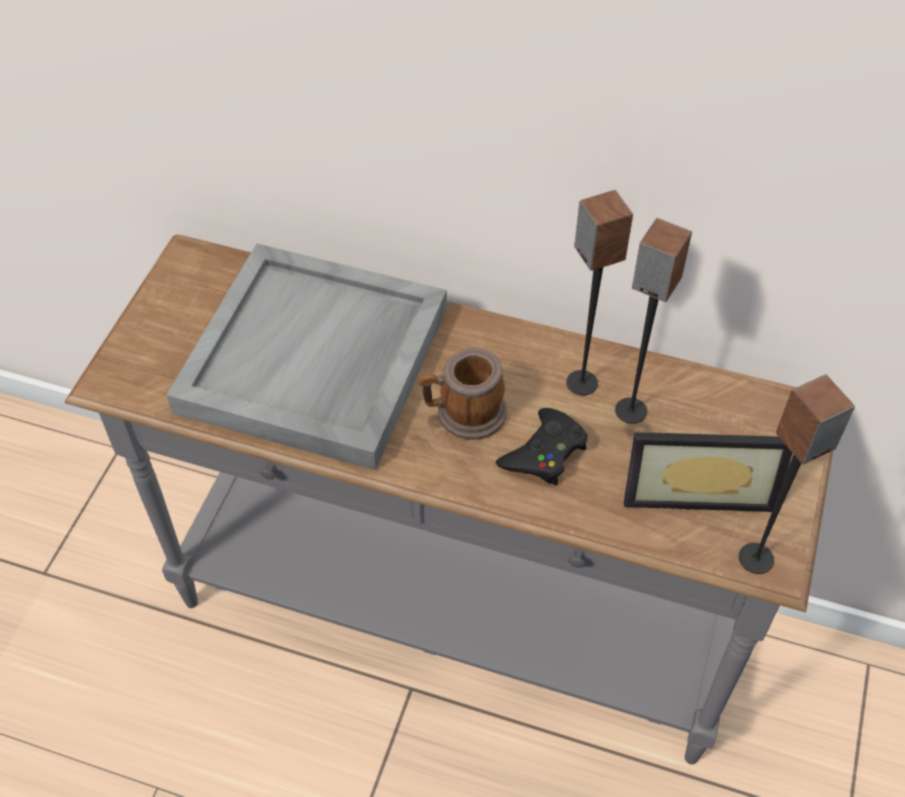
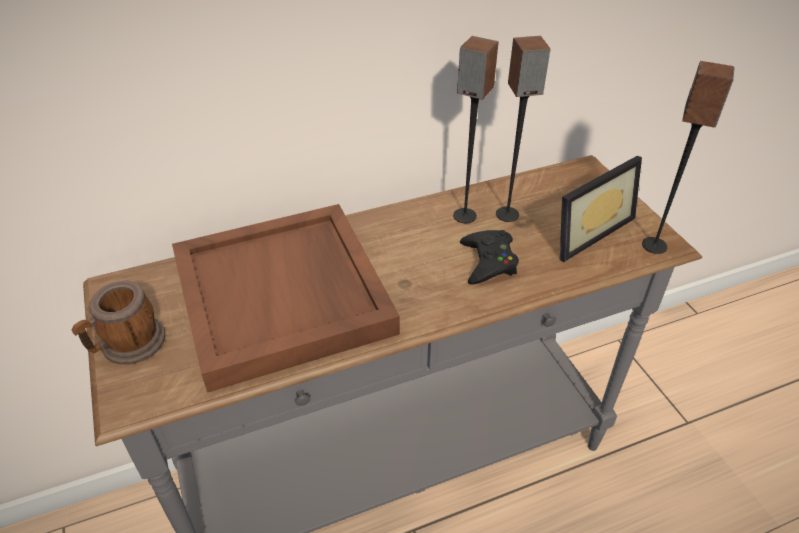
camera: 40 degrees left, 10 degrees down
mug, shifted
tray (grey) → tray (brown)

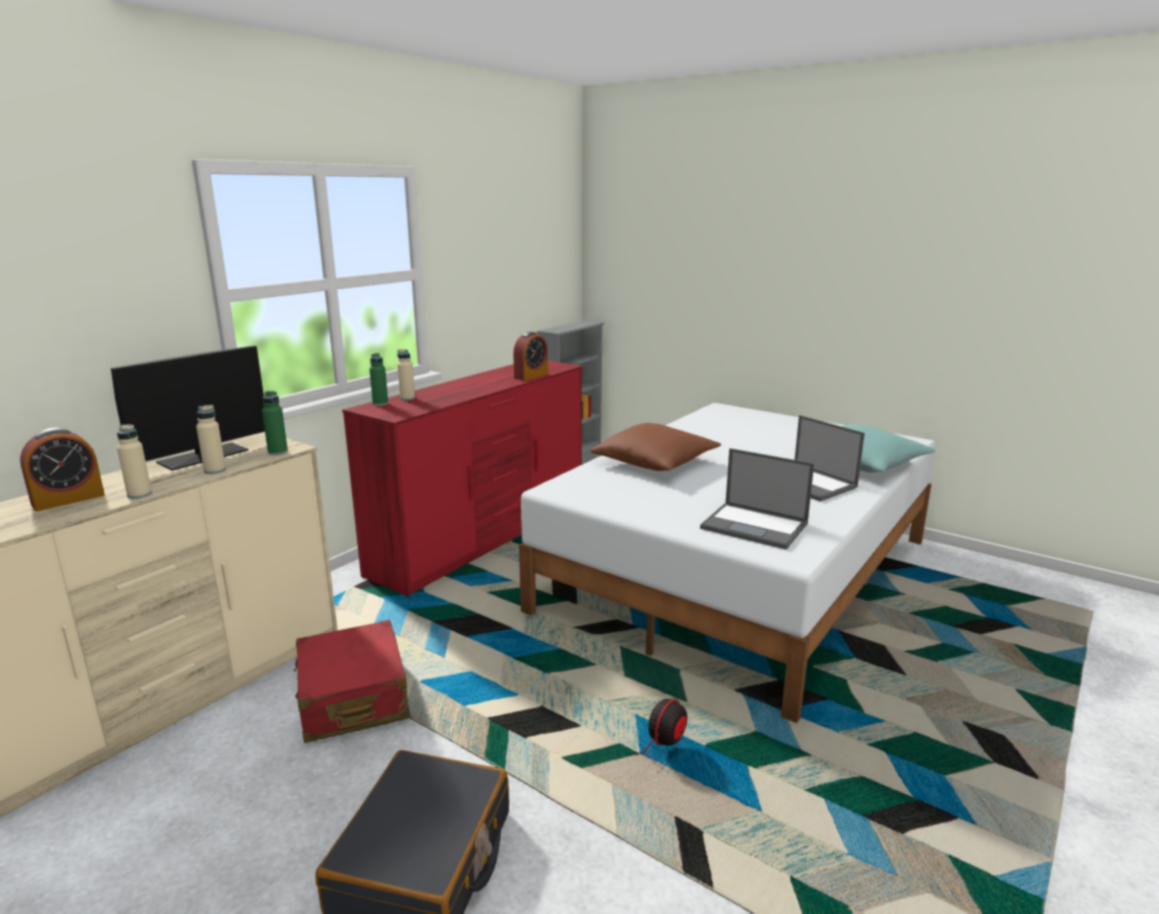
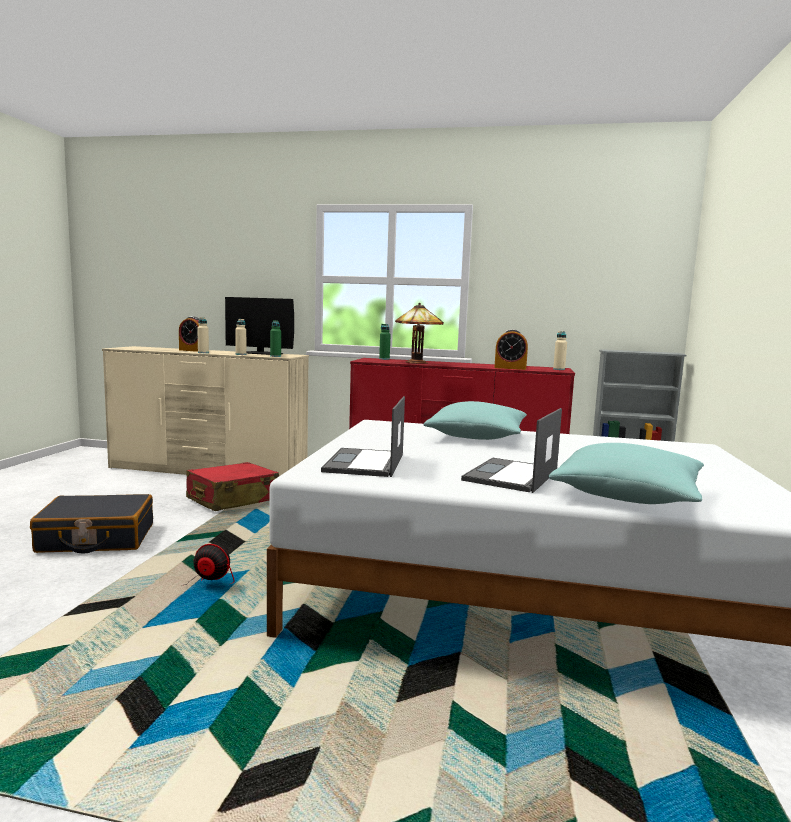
camera: 65 degrees right, 10 degrees down
- → table lamp
pillow (brown) → pillow (turquoise) (no. 1 from left)
bottle (beige) (no. 3 from left), shifted

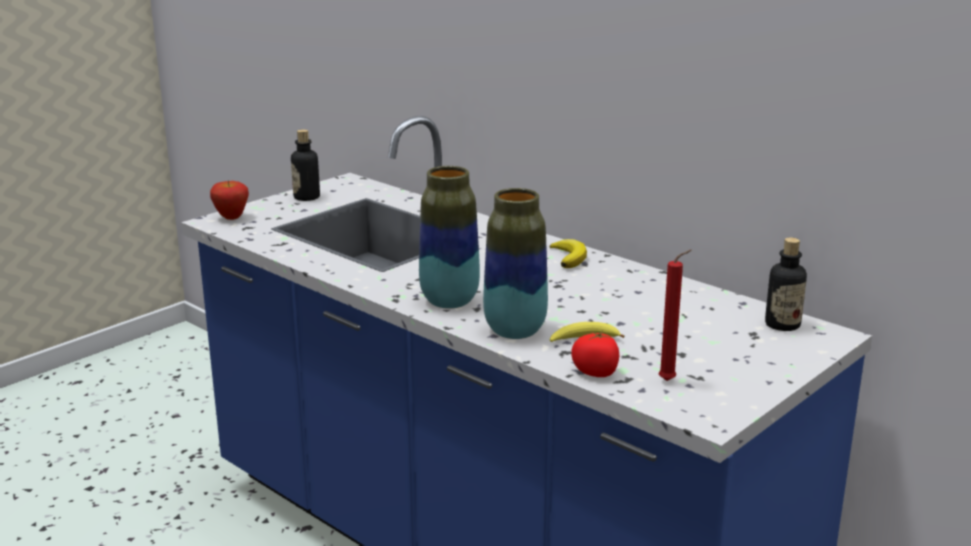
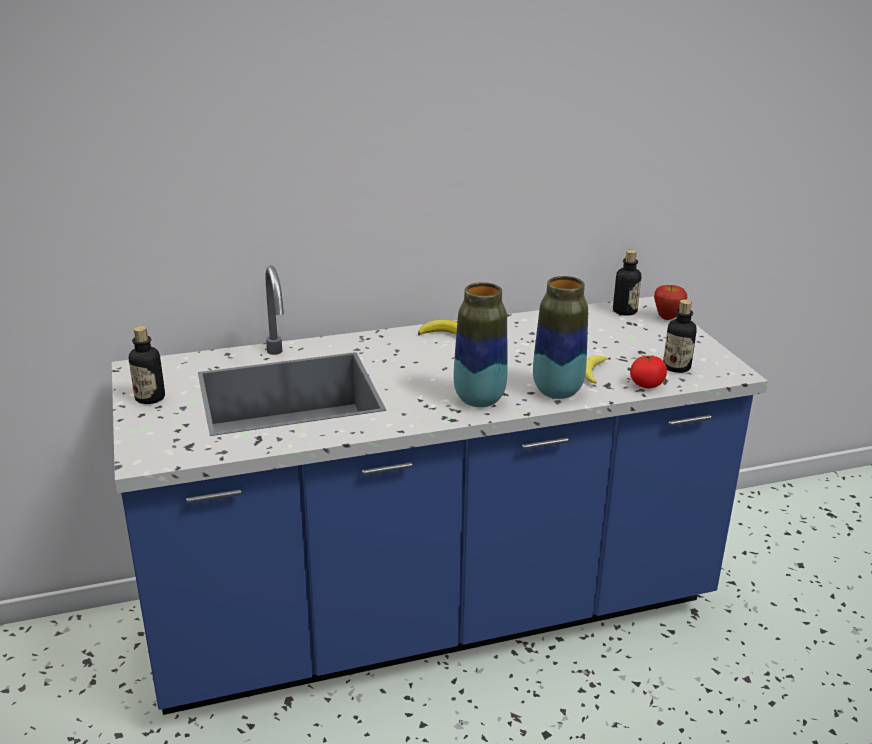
camera: 60 degrees left, 5 degrees up
apple, shifted
candle (red) → bottle (no. 3 from left)

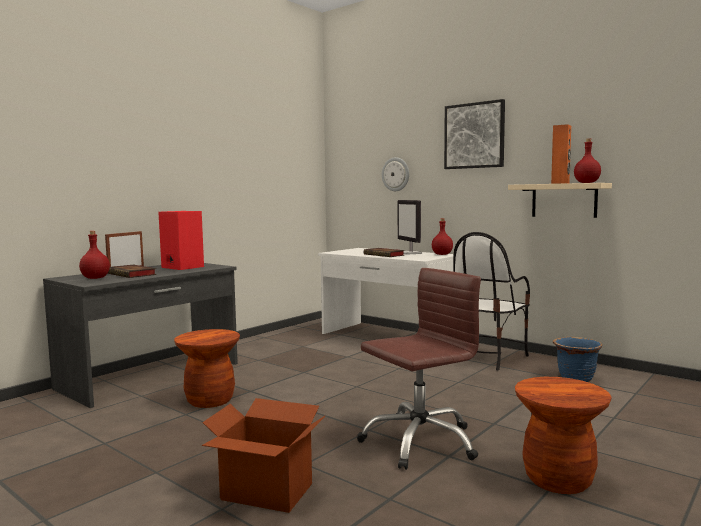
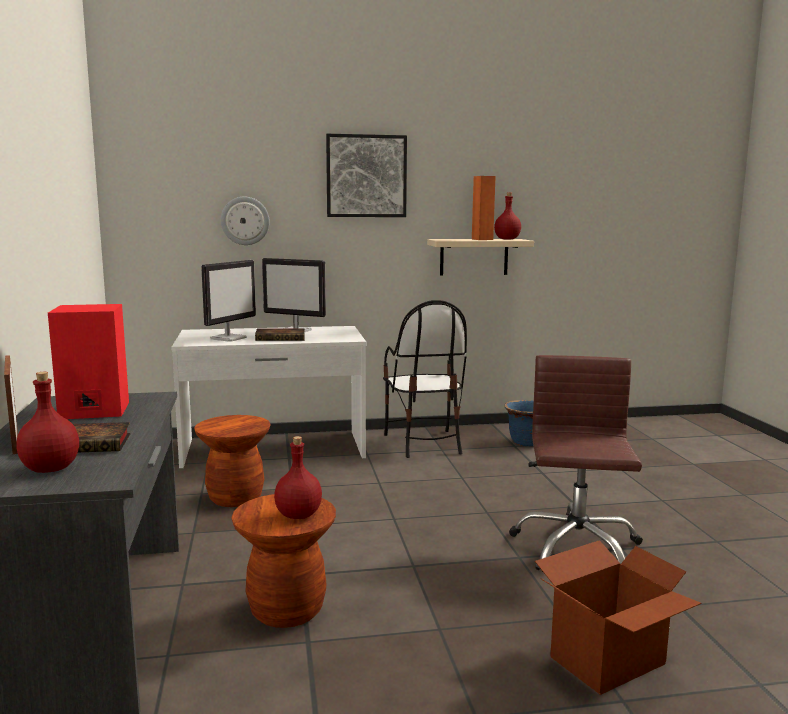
camera: 50 degrees left, 5 degrees up
stool (brown) (no. 2 from left in the first image) → stool (brown) (no. 1 from left), shifted
- → monitor (no. 1 from left)
bottle (red) (no. 2 from left), shifted

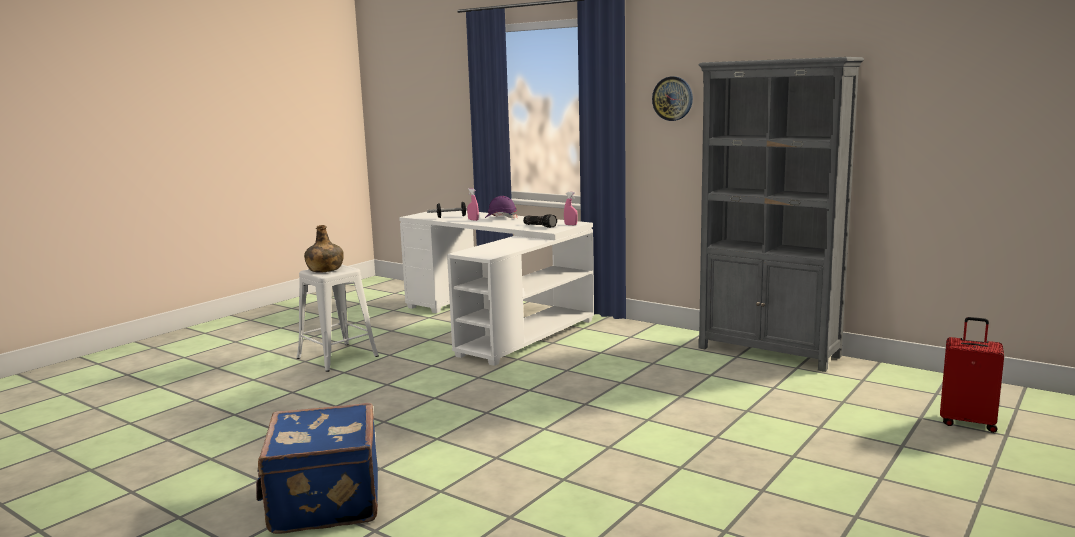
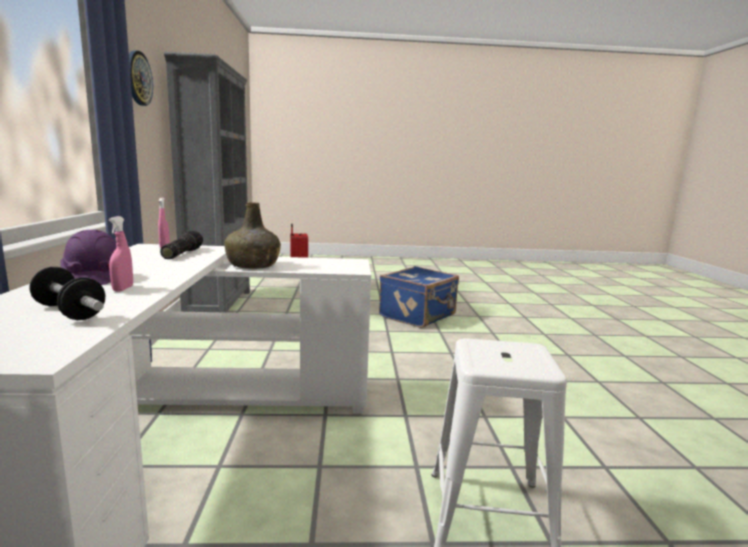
camera: 130 degrees left, 0 degrees up
bottle (green), shifted
suitcase (blue), shifted

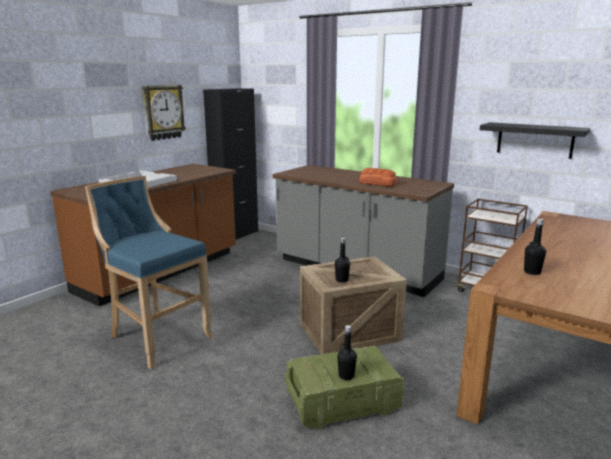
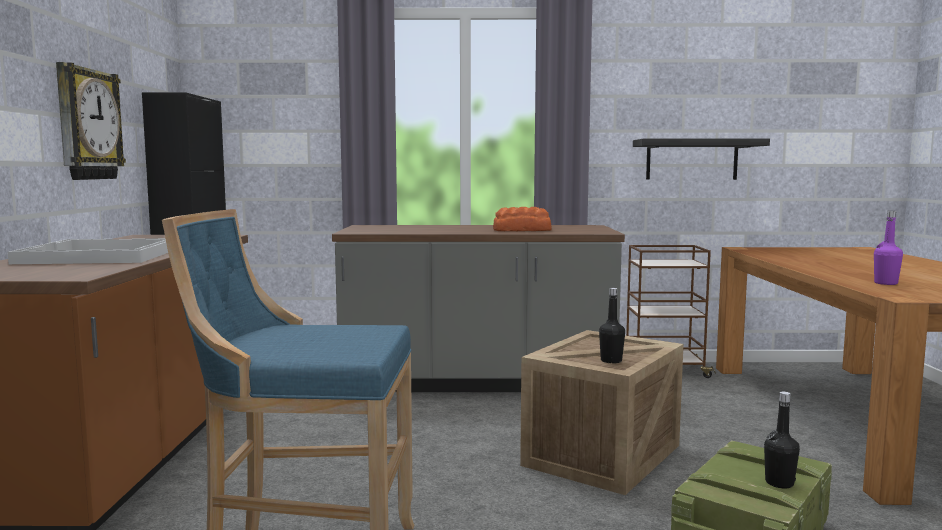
camera: 35 degrees left, 10 degrees down
bottle (black) (no. 3 from left) → bottle (purple)

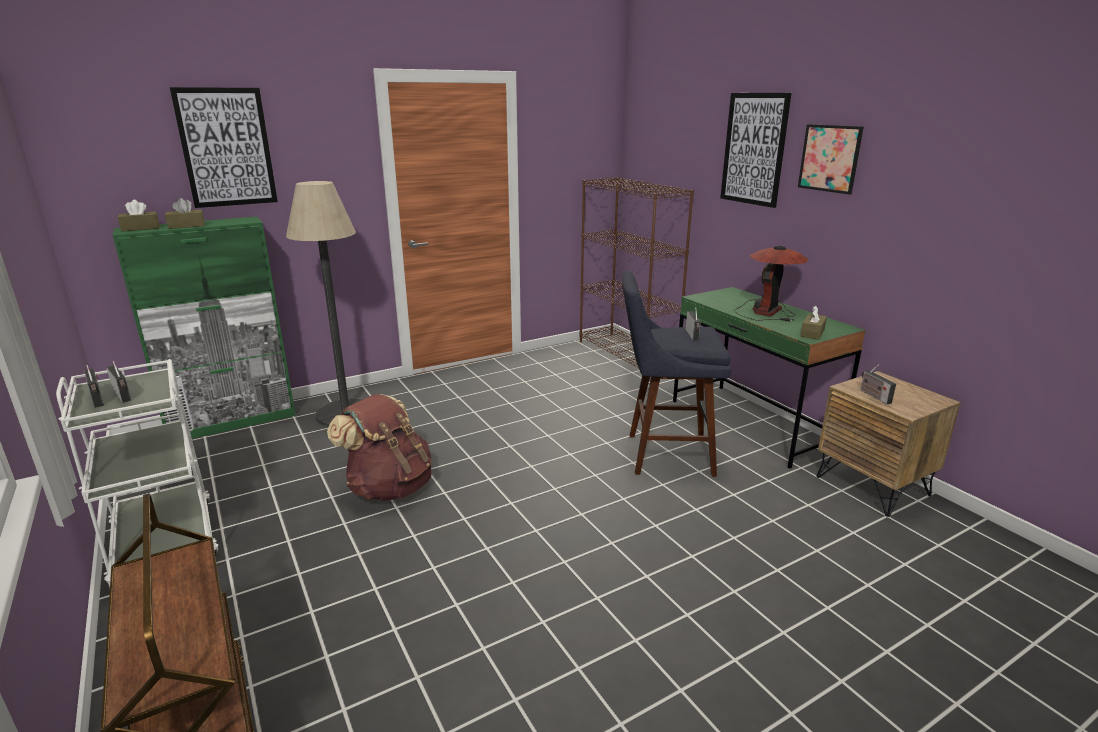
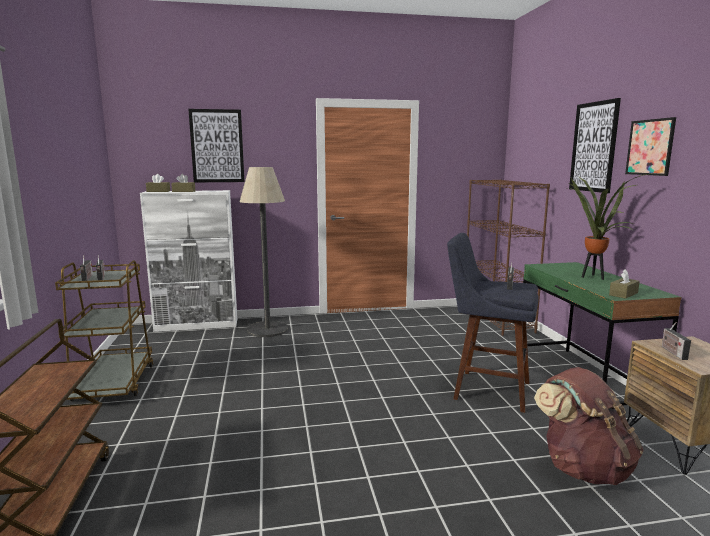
camera: 20 degrees right, 10 degrees down
cart (white) → cart (brown) (no. 2 from left)
cabinet (green) → cabinet (white)
backpack (brown), shifted
table lamp → potted plant

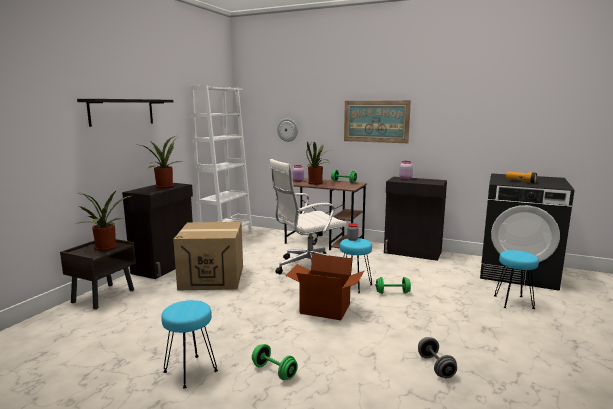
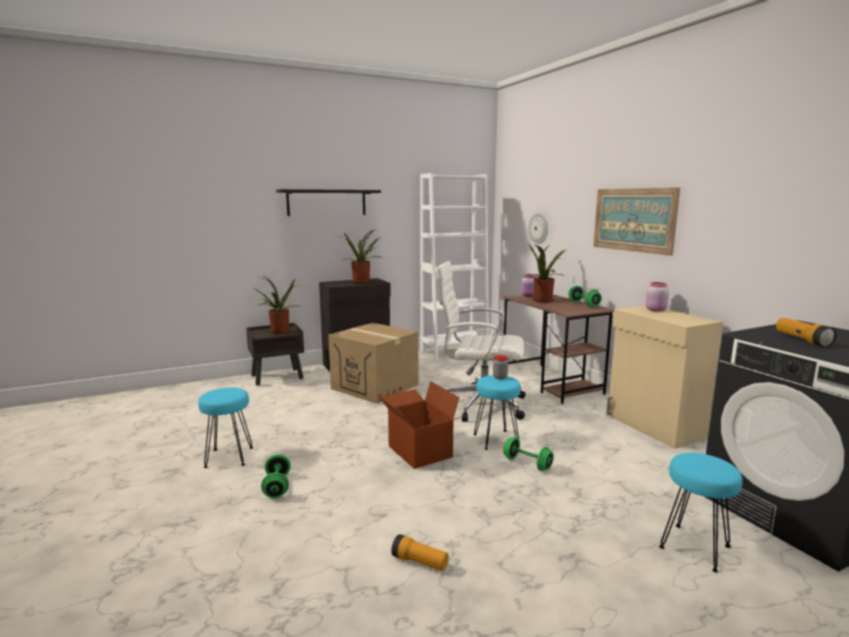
camera: 40 degrees right, 0 degrees up
dumbbell (grey) → flashlight (no. 1 from left)
cabinet (black) (no. 2 from left) → cabinet (beige)

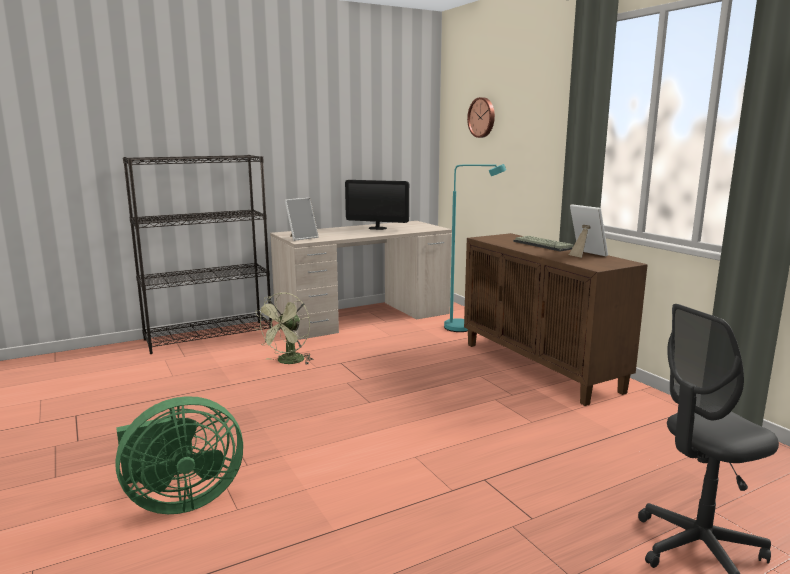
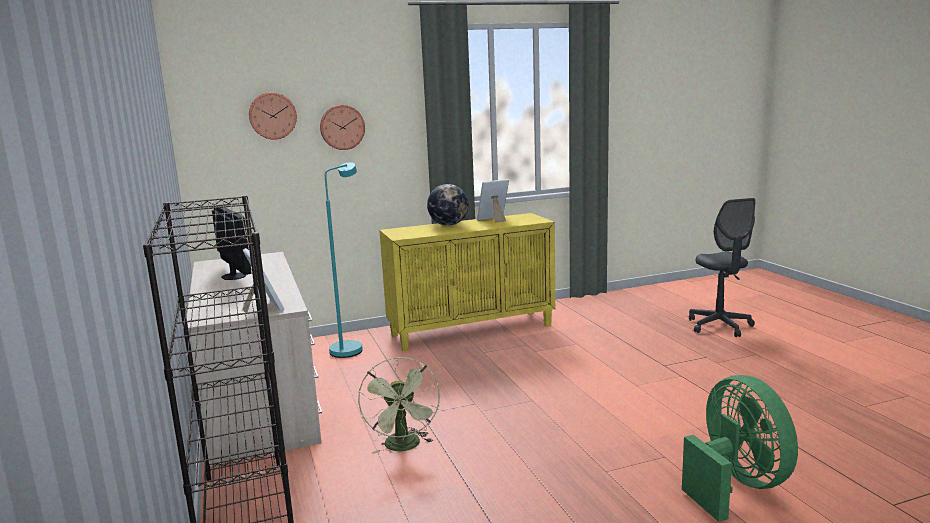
camera: 80 degrees left, 0 degrees up
monitor, 60 degrees counterclockwise
- → wall clock (no. 2 from left)
fan (green) (no. 2 from left in the first image) → fan (green) (no. 1 from left), 45 degrees clockwise
cabinet (brown) → cabinet (yellow)
keyboard → globe

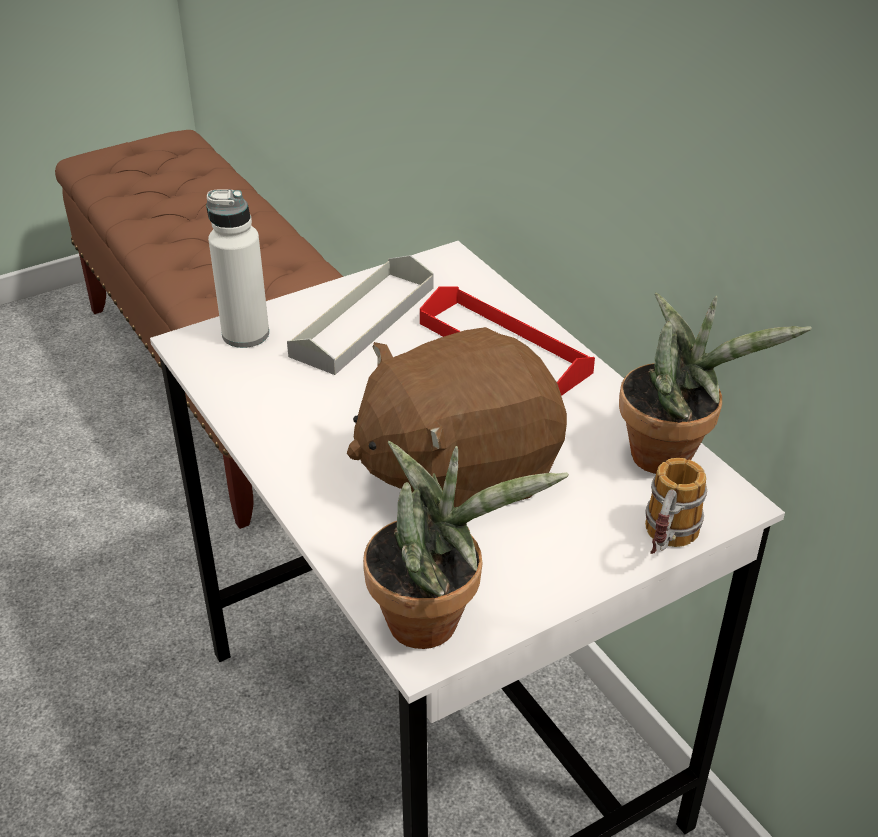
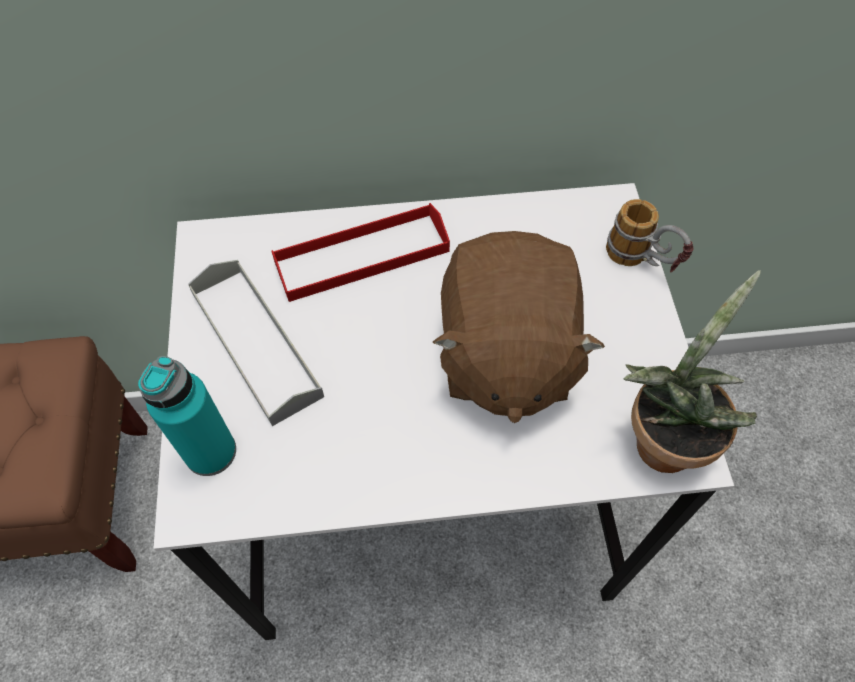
camera: 65 degrees left, 20 degrees up
bottle (white) → bottle (turquoise)
potted plant (no. 2 from left) → -

